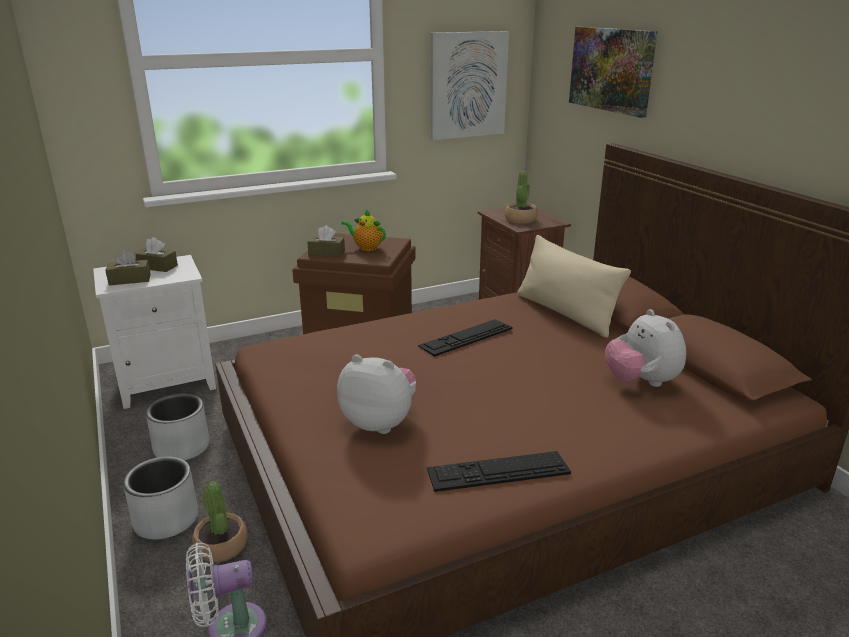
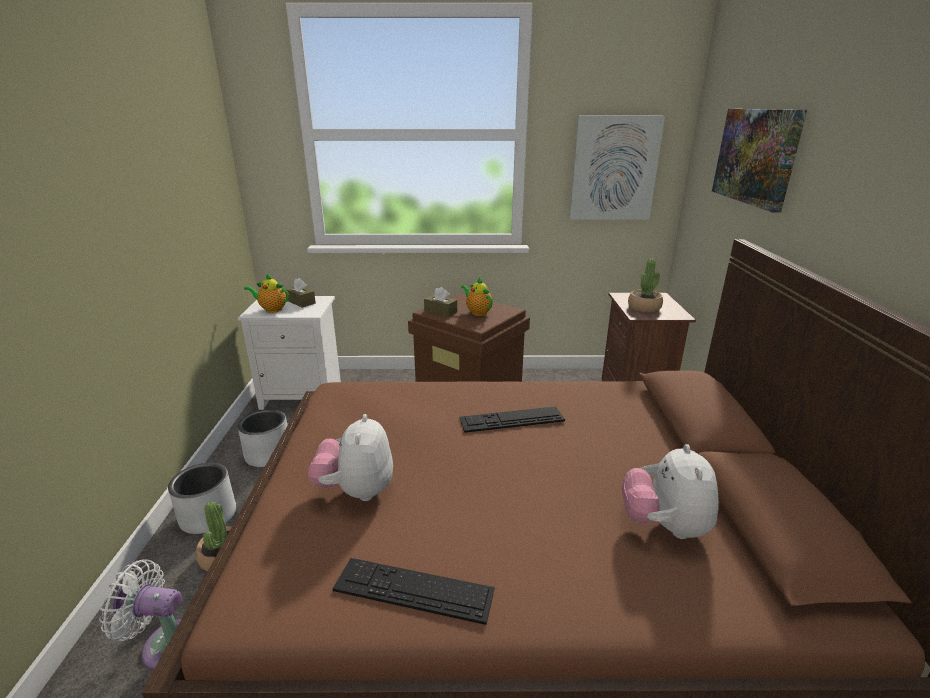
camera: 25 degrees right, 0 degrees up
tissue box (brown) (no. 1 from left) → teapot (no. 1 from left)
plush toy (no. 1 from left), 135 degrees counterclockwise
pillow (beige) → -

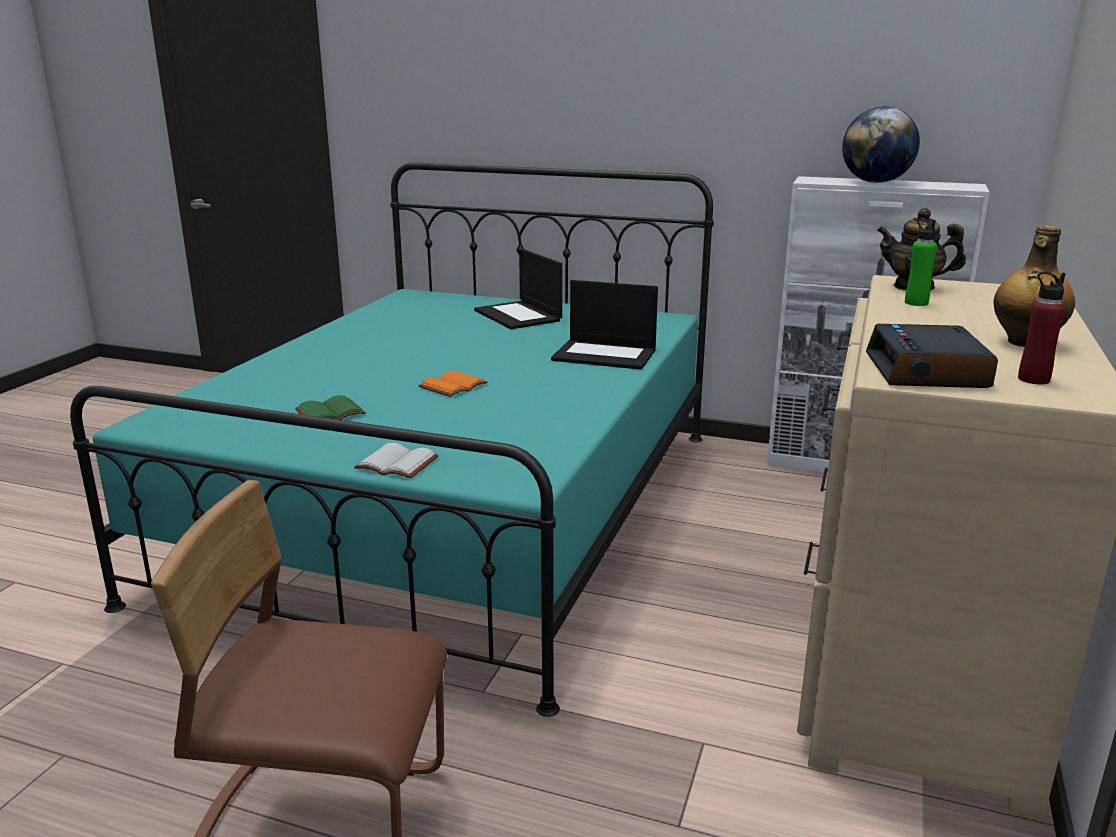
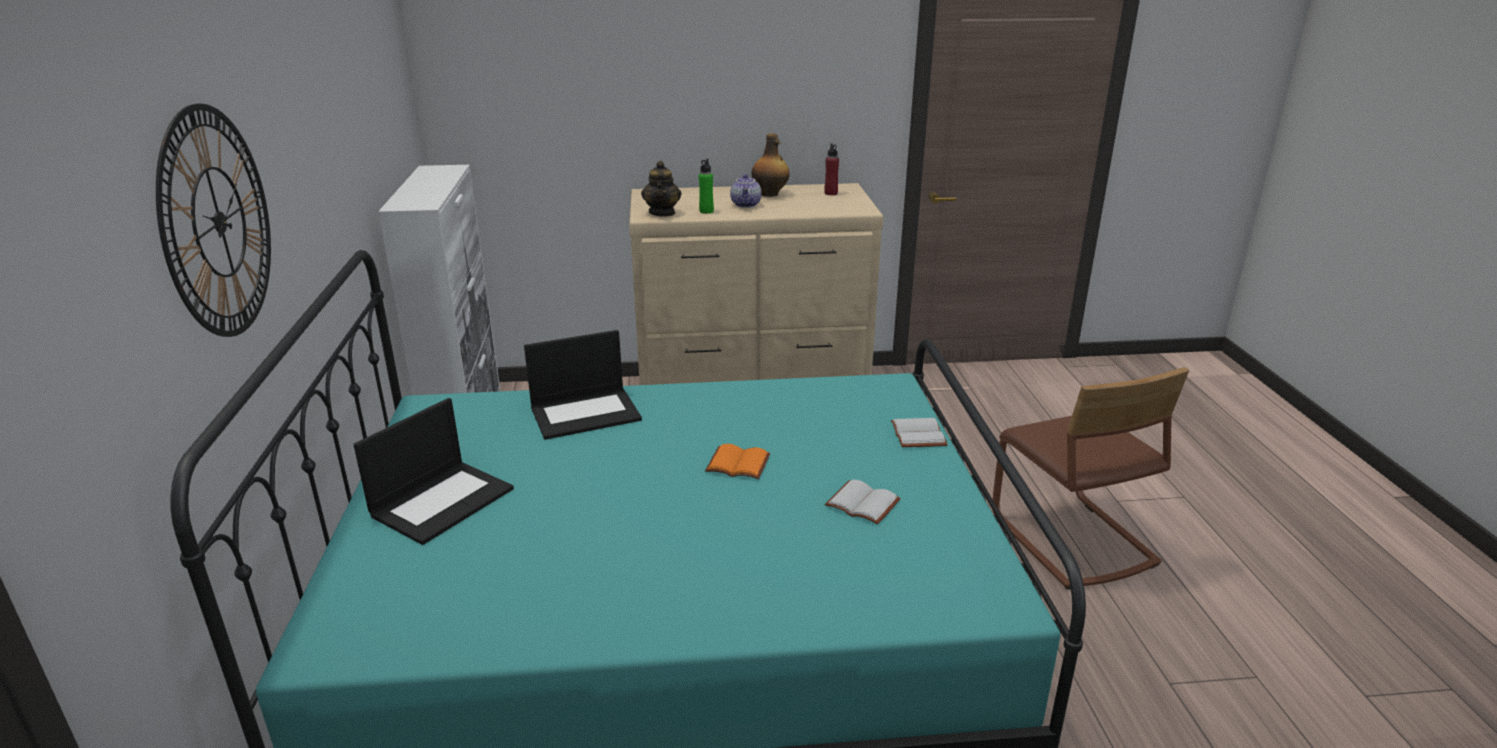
camera: 115 degrees left, 5 degrees up
- → wall clock
laptop (no. 2 from left), 75 degrees clockwise
- → teapot (no. 2 from left)
book (green) → book (white) (no. 1 from left)
globe → -
alarm clock → -

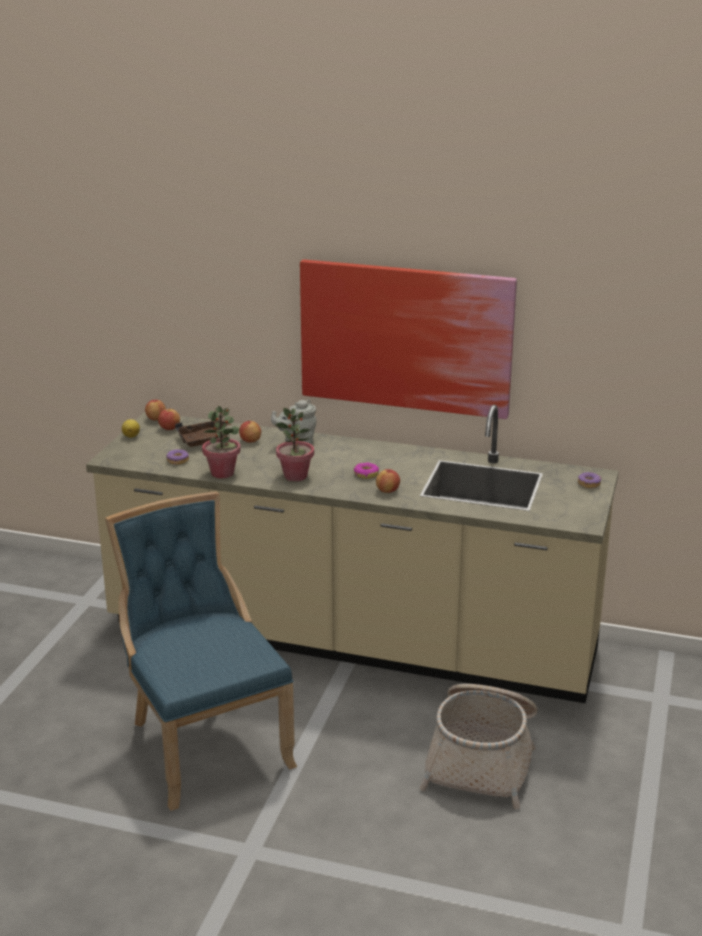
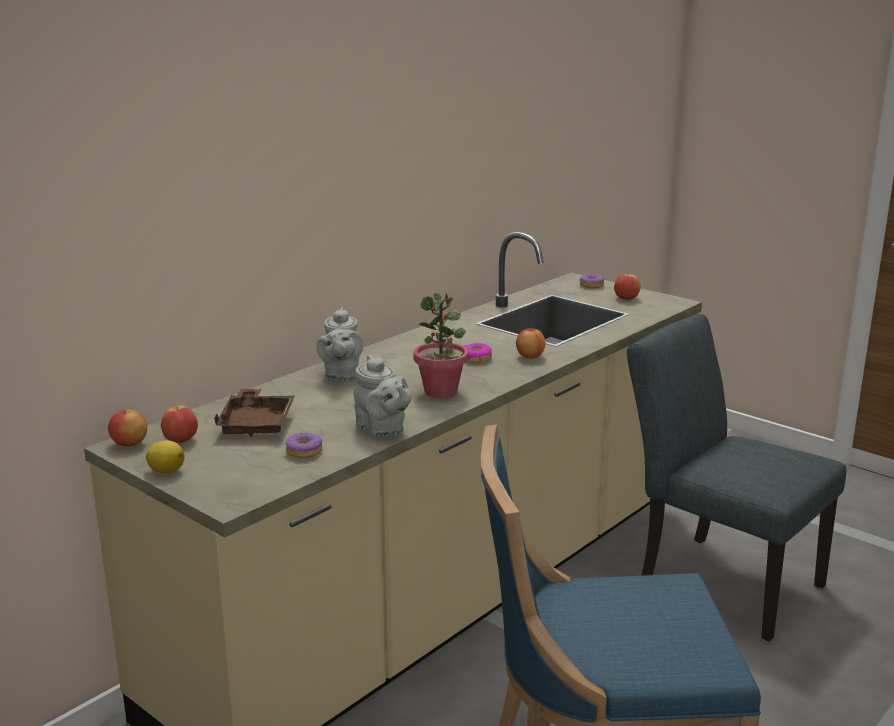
camera: 65 degrees left, 5 degrees down
potted plant (no. 1 from left) → teapot (grey) (no. 2 from left)
apple (no. 3 from left in the first image) → apple (no. 4 from left), shifted
basket → chair (grey)
picture → -

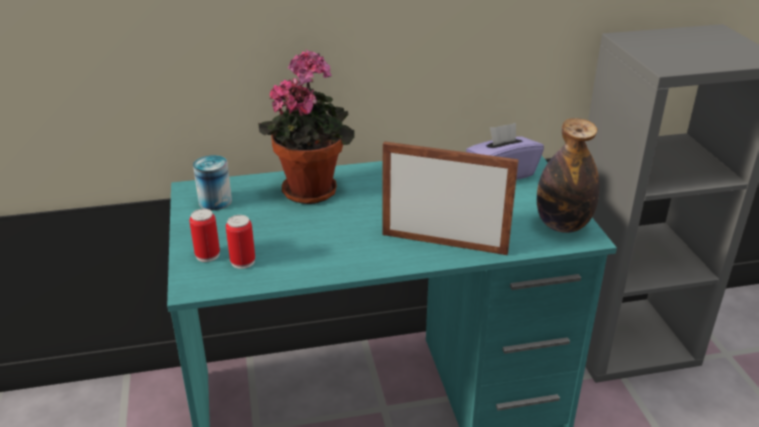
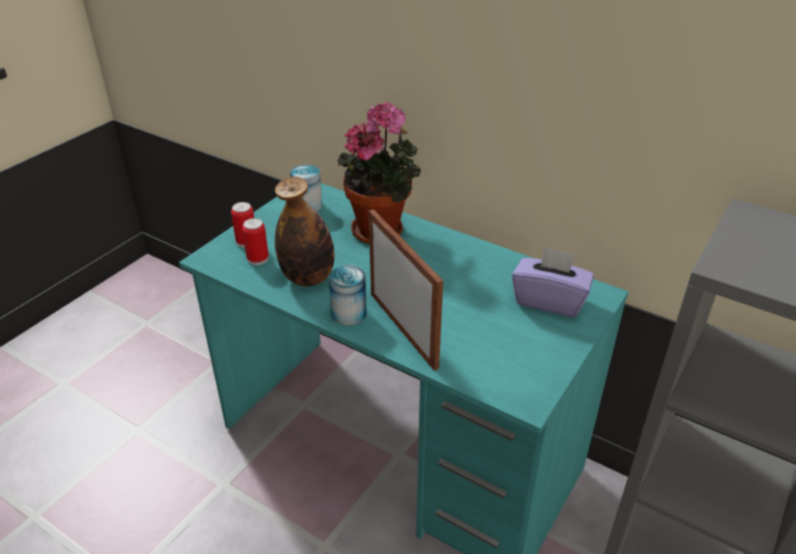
camera: 45 degrees right, 5 degrees up
bottle, shifted
- → can (no. 4 from left)

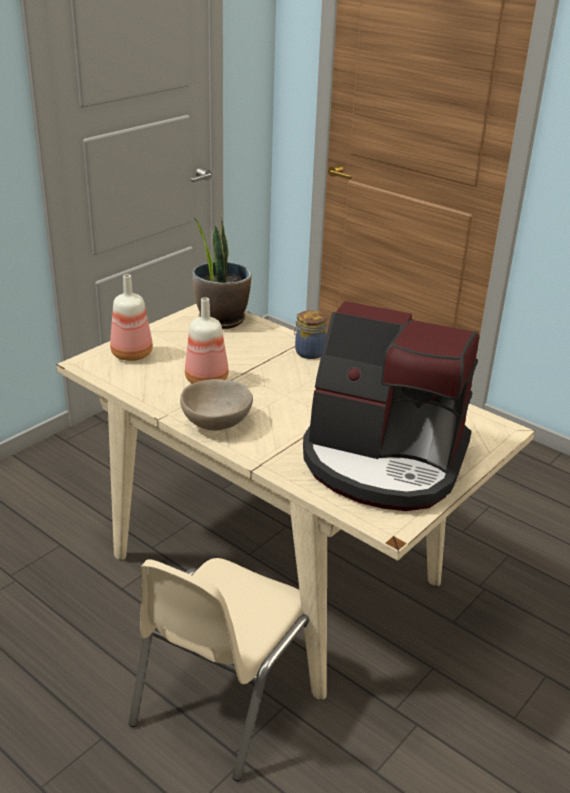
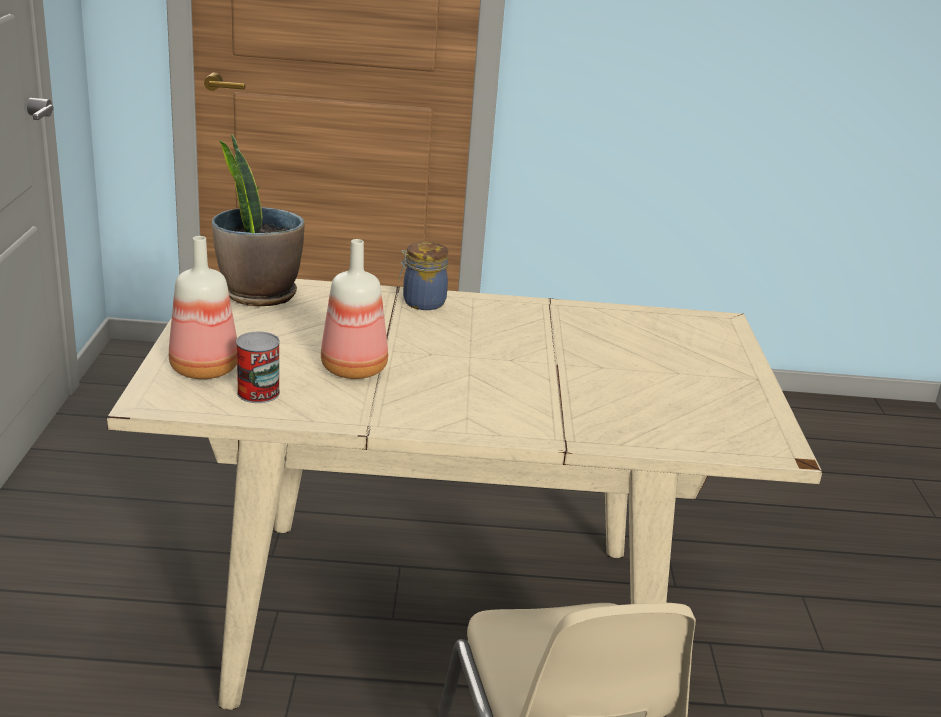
camera: 40 degrees left, 5 degrees down
- → can
bowl (beige) → -
coffee machine → -

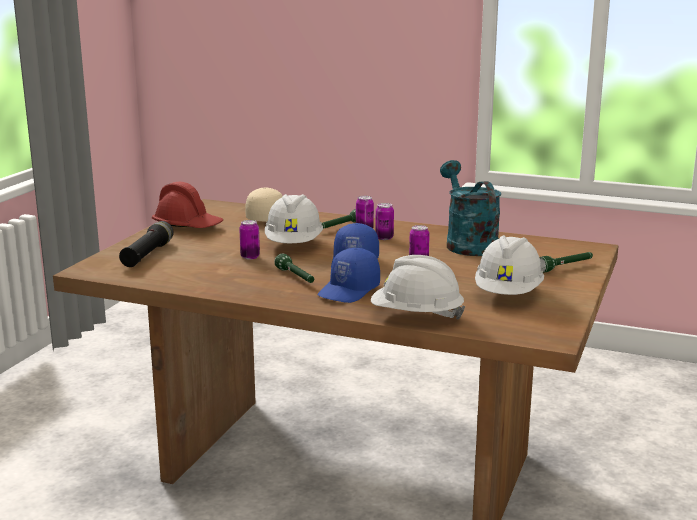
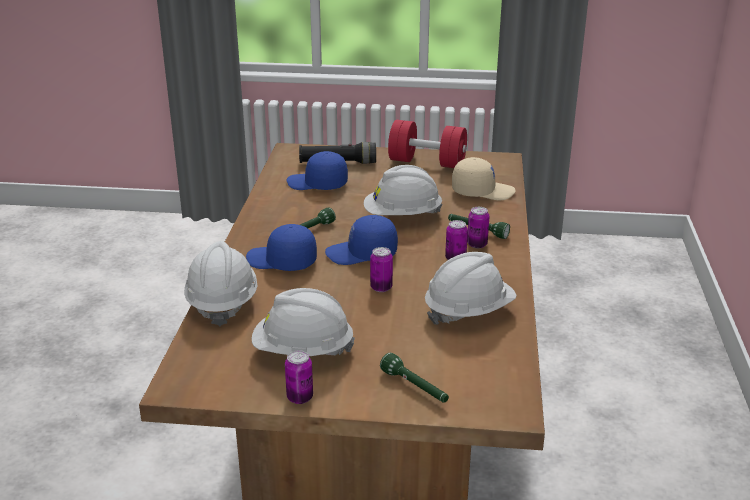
camera: 75 degrees right, 10 degrees up
can (no. 1 from left), shifted
- → cap (blue) (no. 2 from left)
hard hat (red) → dumbbell (red)
watering can (turquoise) → hard hat (white) (no. 4 from left)

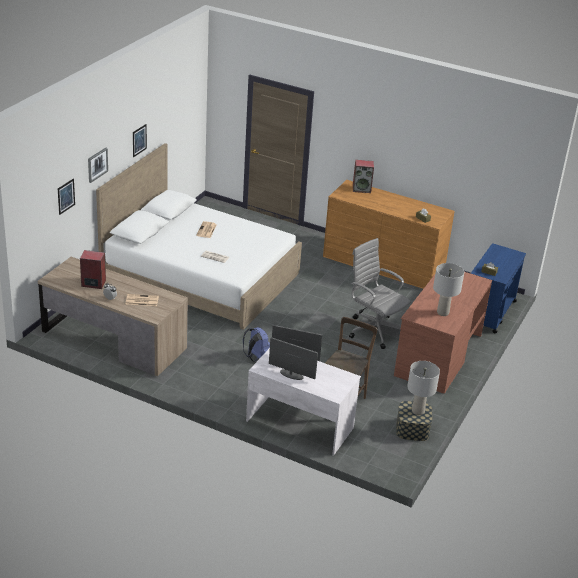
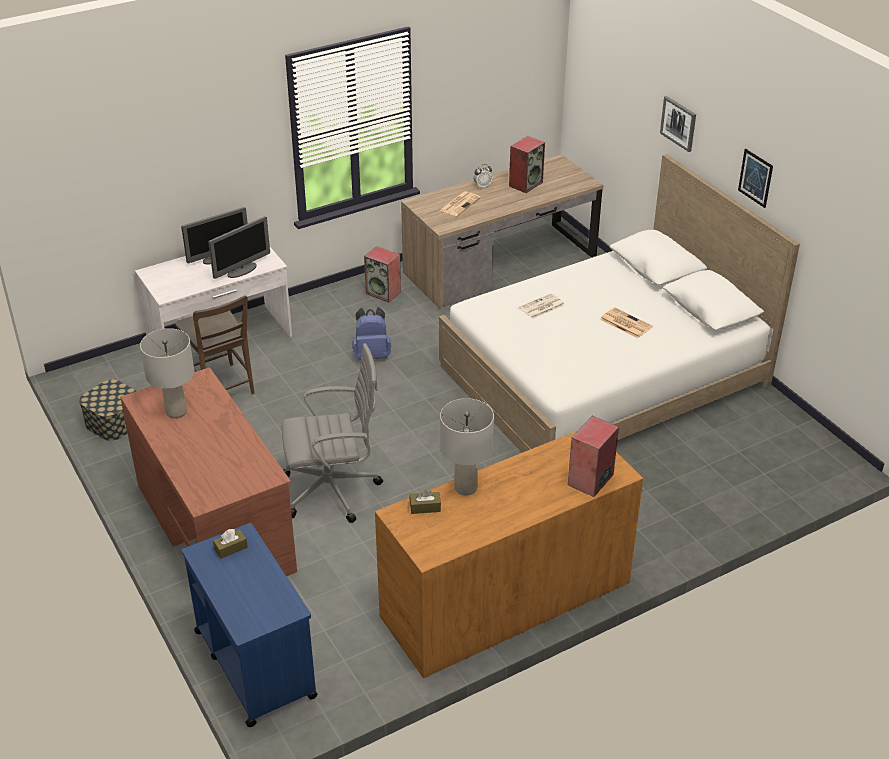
camera: 125 degrees right, 5 degrees up
- → speaker (no. 1 from left)
table lamp (grey) (no. 1 from left in the first image) → table lamp (grey) (no. 2 from left), shifted
picture (no. 1 from left) → -

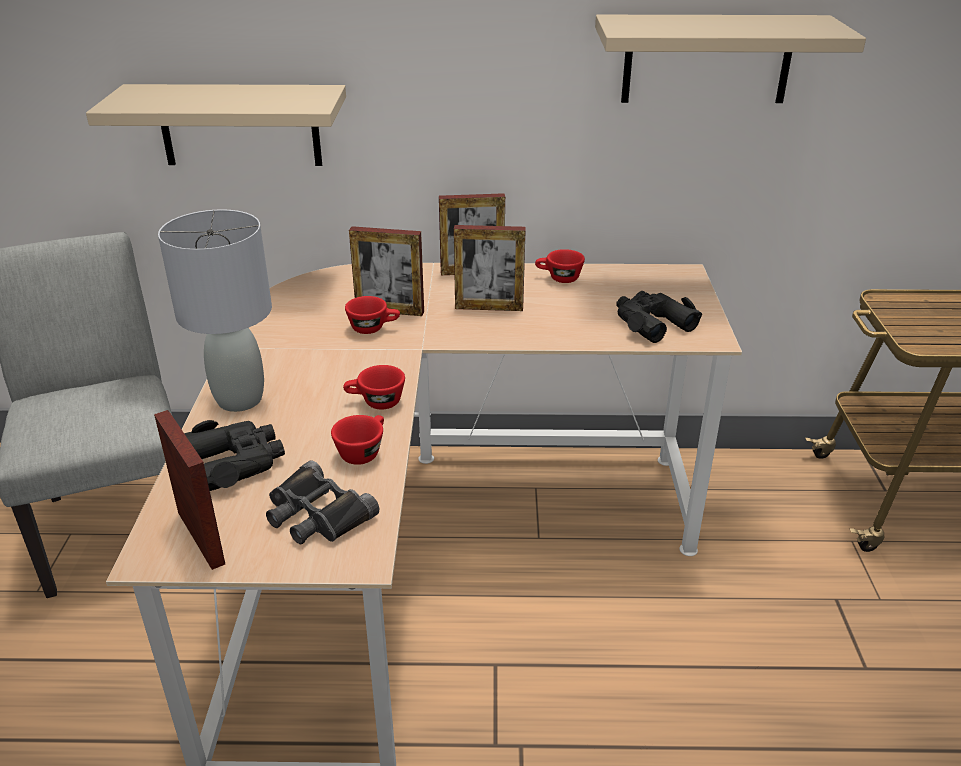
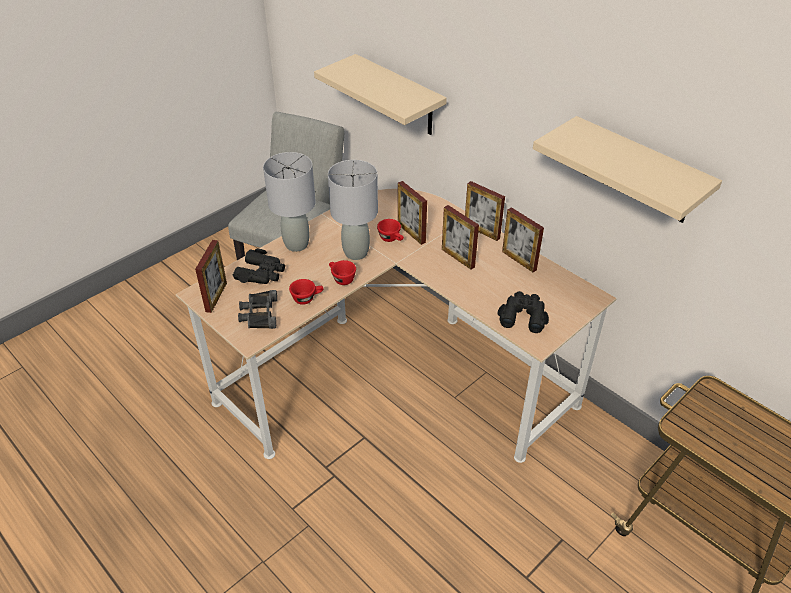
camera: 45 degrees right, 10 degrees up
- → table lamp (grey) (no. 2 from left)
cup (red) (no. 4 from left) → picture frame (no. 5 from left)

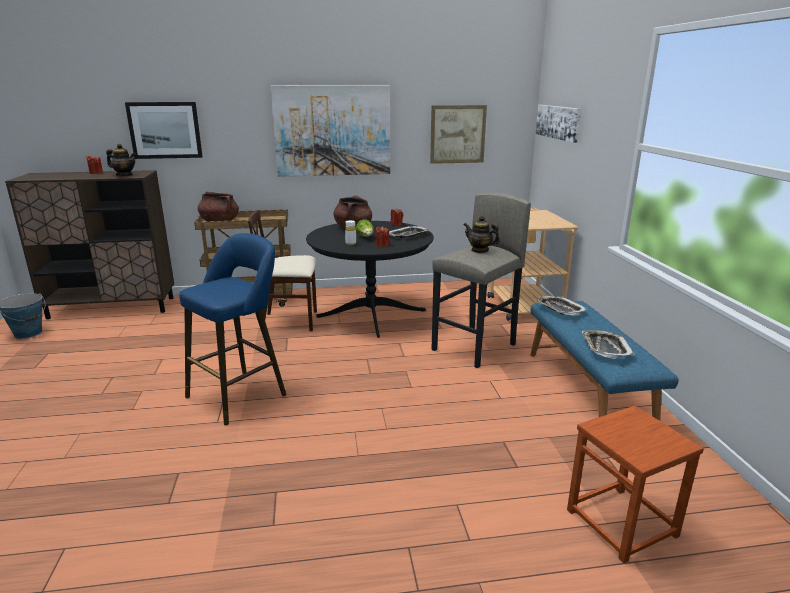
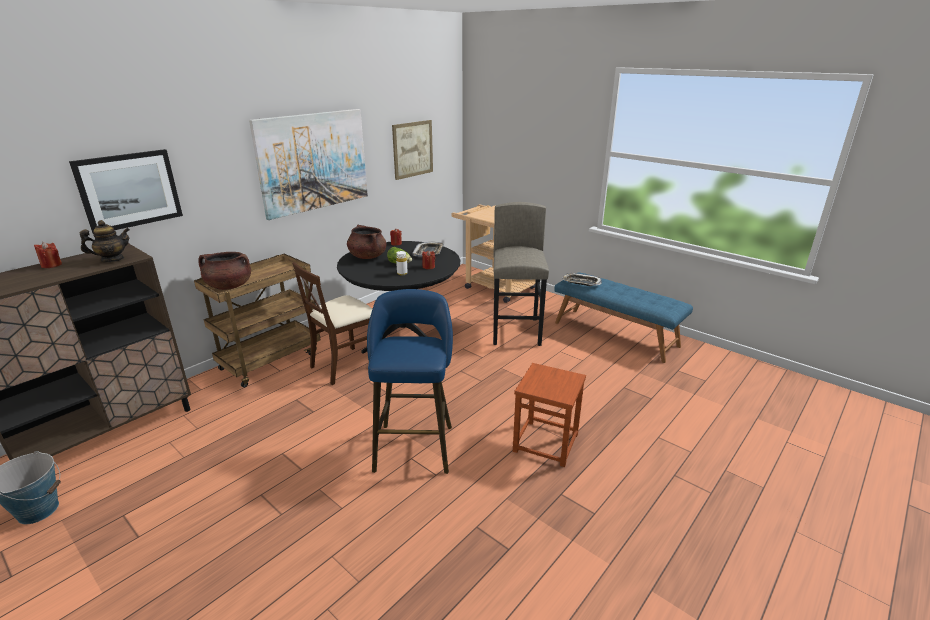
camera: 40 degrees left, 5 degrees up
stool (brown), shifted
teapot (no. 2 from left) → -
picture (no. 4 from left) → -
tray (no. 3 from left) → -

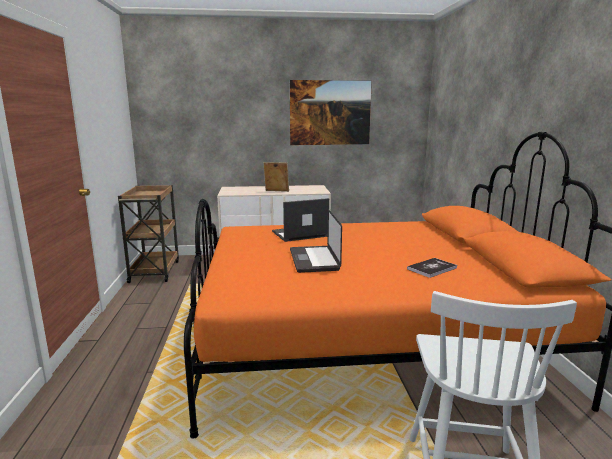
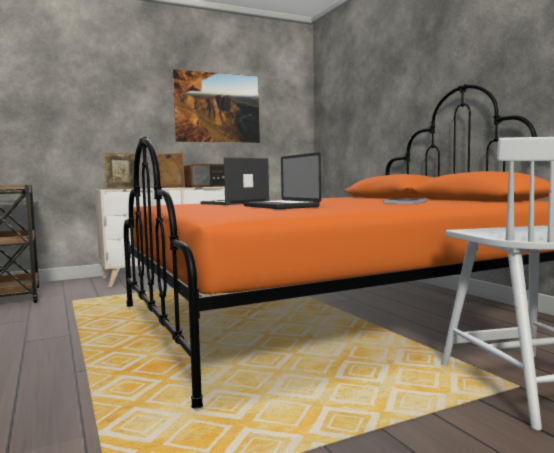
camera: 20 degrees left, 10 degrees down
- → picture frame (no. 1 from left)
- → radio

